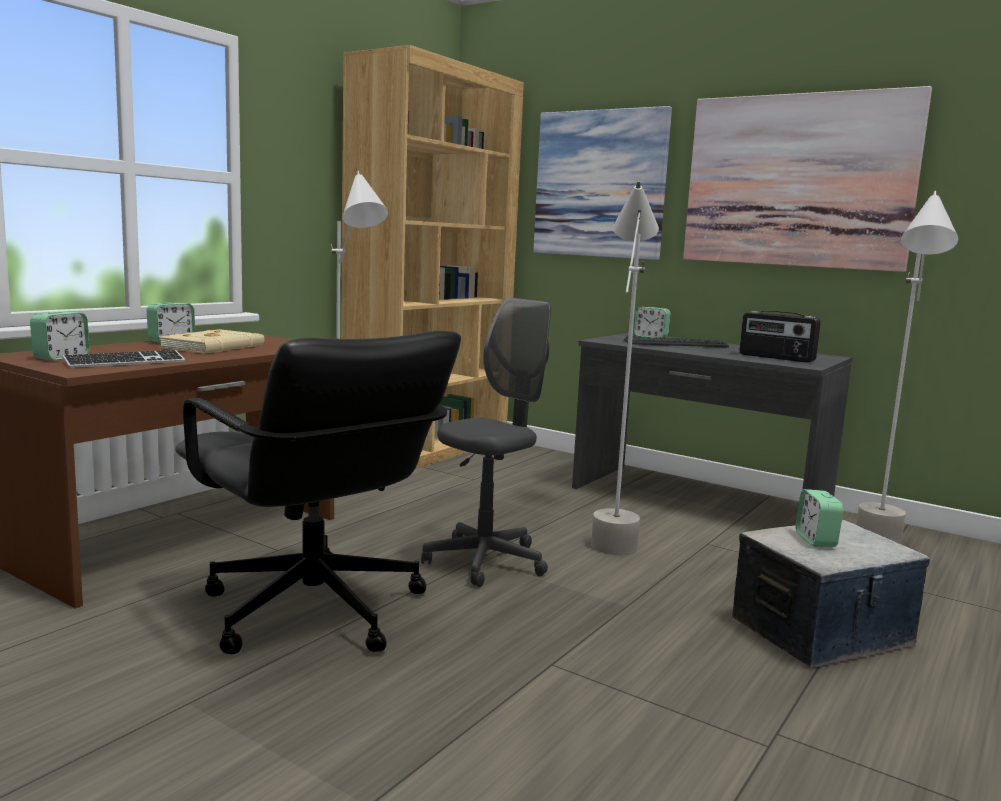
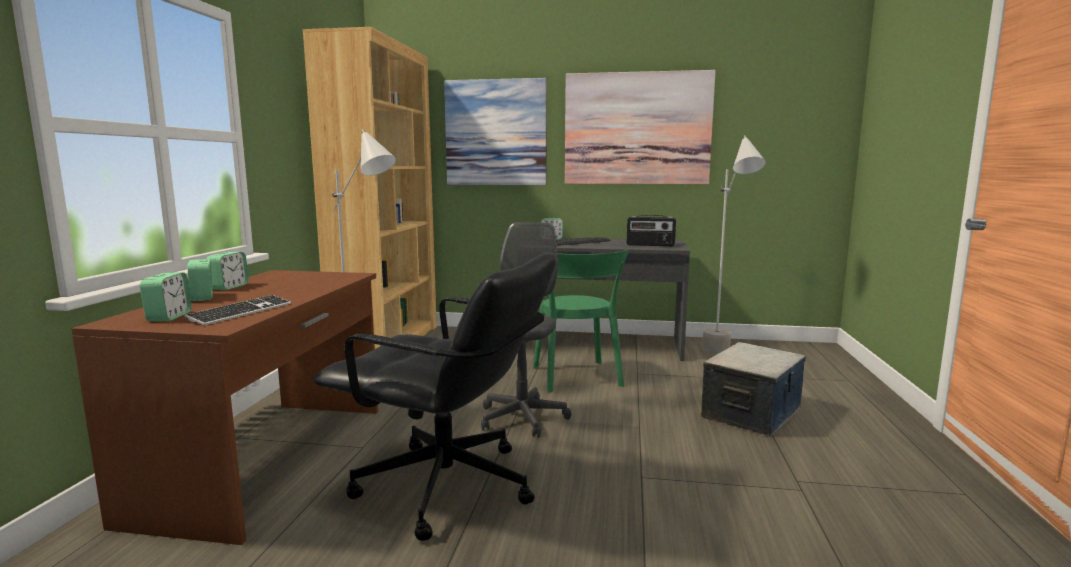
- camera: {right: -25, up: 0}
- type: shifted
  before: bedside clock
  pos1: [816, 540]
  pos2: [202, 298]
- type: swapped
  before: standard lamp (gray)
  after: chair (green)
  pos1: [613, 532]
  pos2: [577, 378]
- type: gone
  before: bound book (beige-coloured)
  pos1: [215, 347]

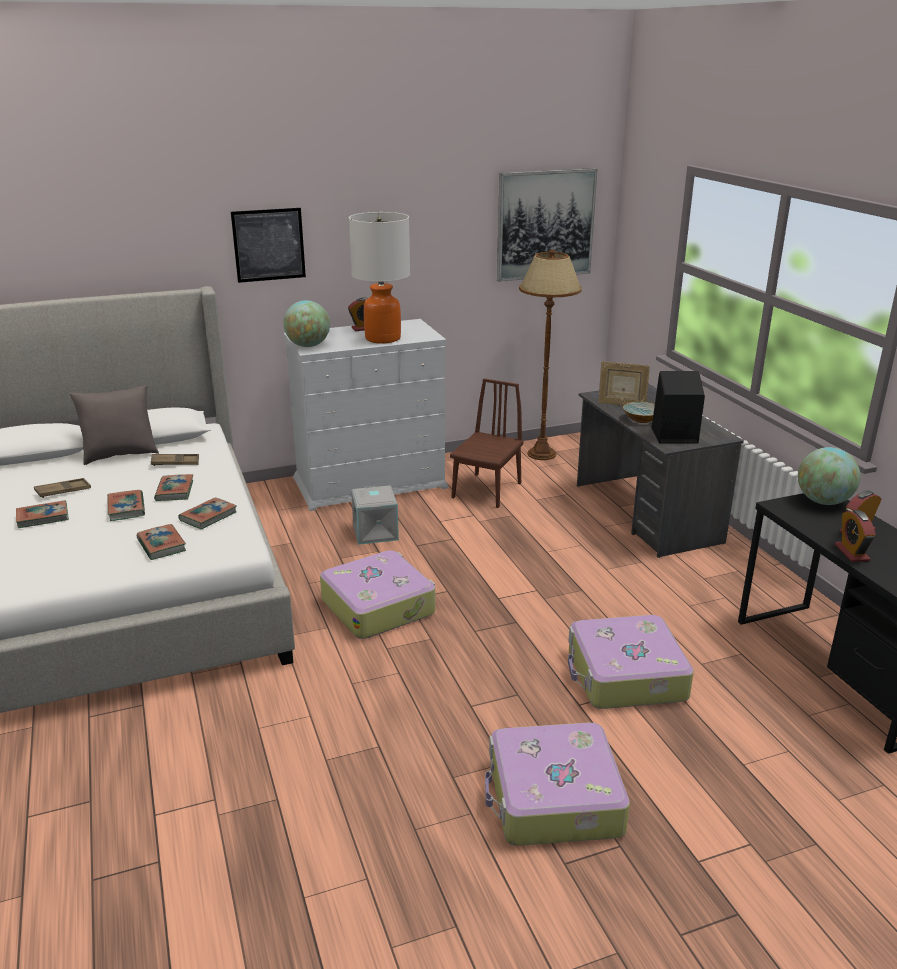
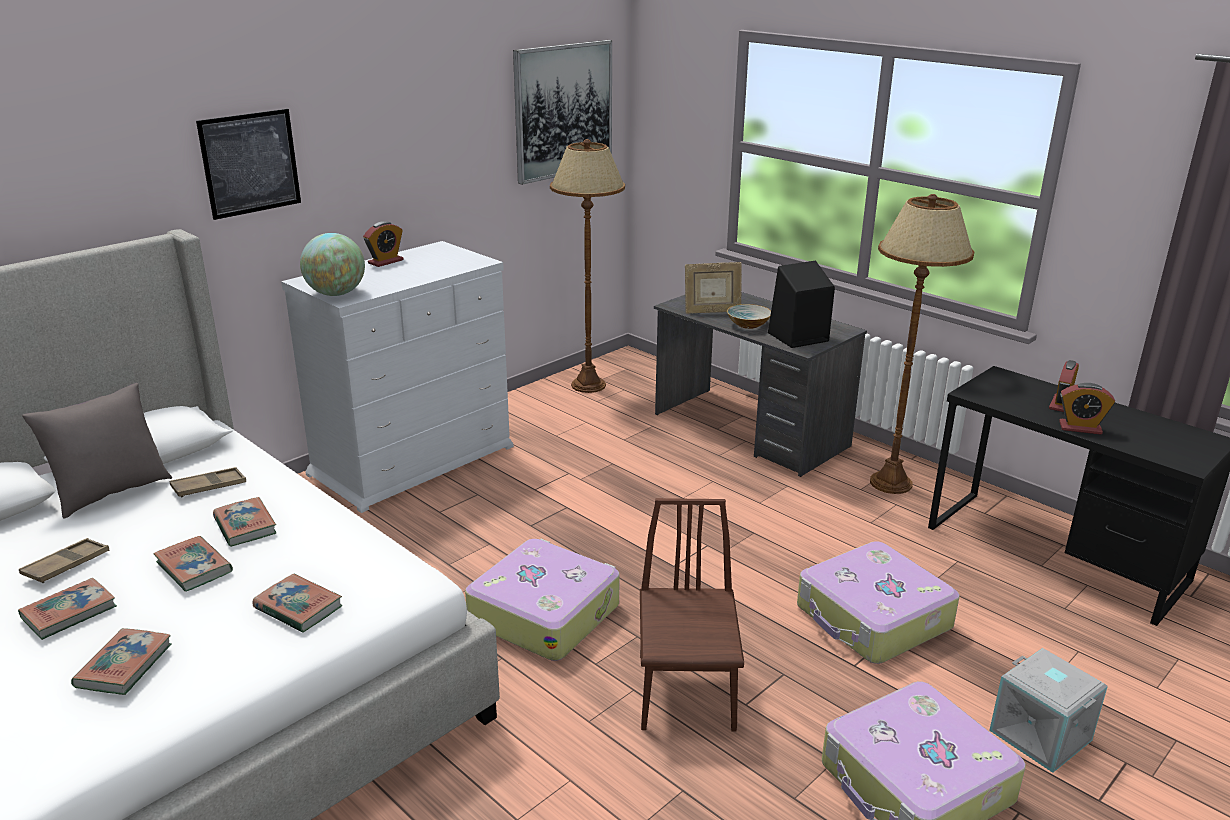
- camera: {right: -25, up: 0}
- type: shifted
  before: bound book
  pos1: [208, 516]
  pos2: [124, 666]
- type: shifted
  before: chair (brown)
  pos1: [486, 490]
  pos2: [686, 691]
- type: new
  after: standard lamp (brown)
  pos2: [891, 483]
- type: shifted
  before: storage box (gray)
  pos1: [376, 532]
  pos2: [1041, 735]
- type: rotated
  before: bedside clock
  pos1: [851, 553]
  pos2: [1080, 428]
  turn: -45
- type: gone
  before: tabletop lamp
  pos1: [383, 338]
- type: gone
  before: globe
  pos1: [823, 501]

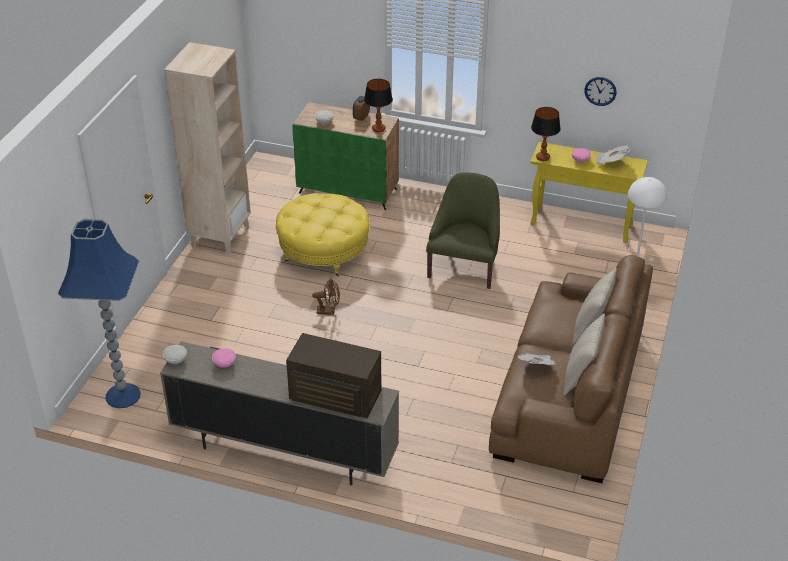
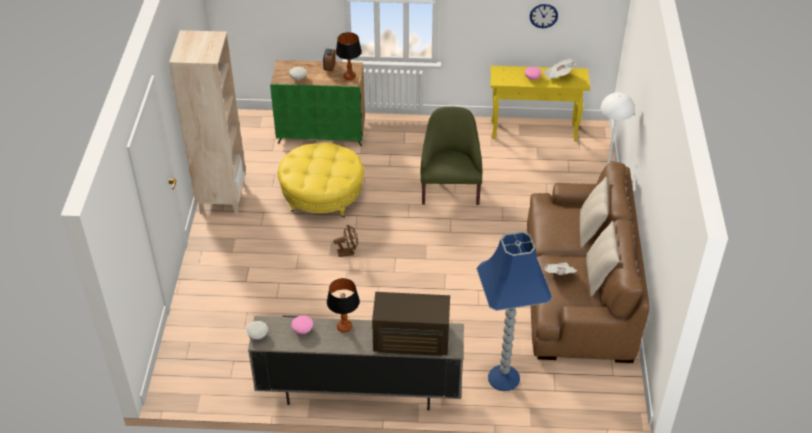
- camera: {right: -15, up: 5}
- type: shifted
  before: tabletop lamp
  pos1: [542, 157]
  pos2: [344, 327]
- type: shifted
  before: standard lamp (bluish)
  pos1: [122, 395]
  pos2: [503, 377]

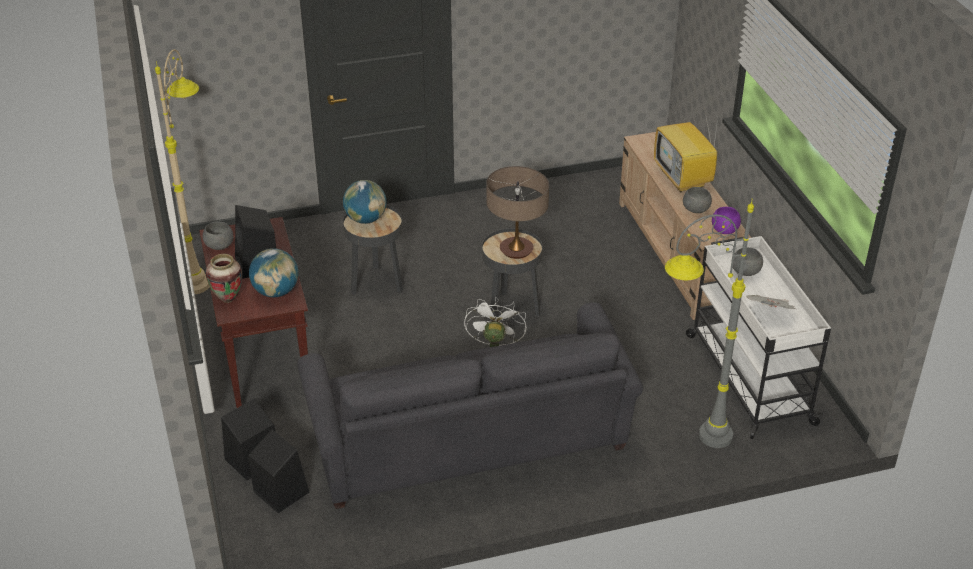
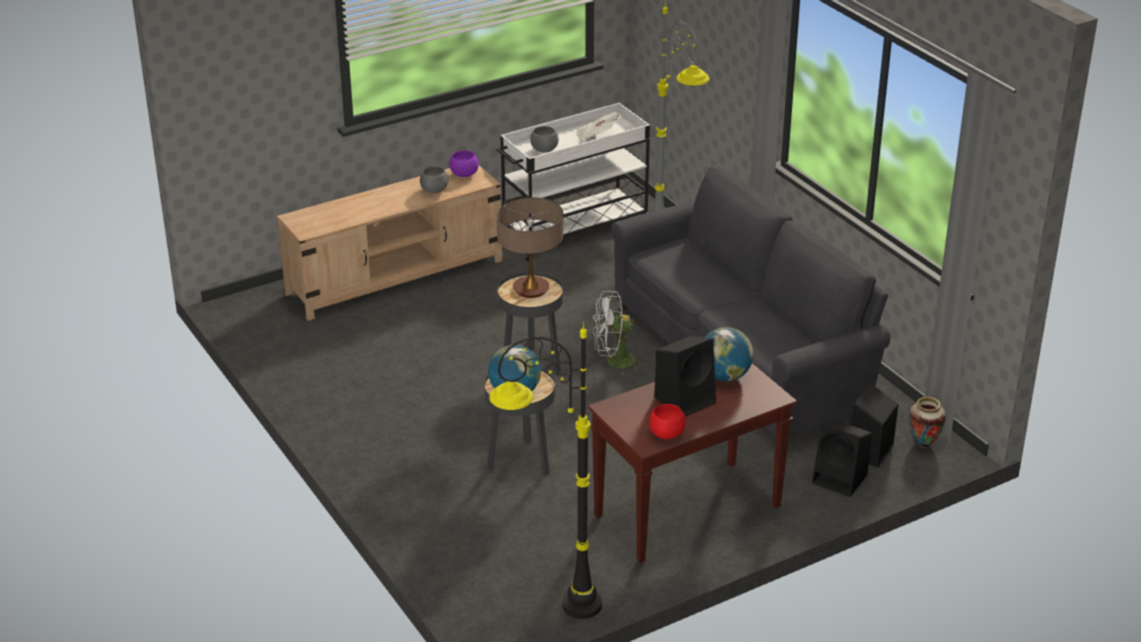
- camera: {right: -105, up: -5}
- type: repainted
  before: standard lamp (beige-coloured)
  after: standard lamp (black-coloured)
  pos1: [203, 269]
  pos2: [548, 608]
- type: repainted
  before: bowl (gray)
  after: bowl (red)
  pos1: [219, 246]
  pos2: [667, 434]
- type: shifted
  before: decorative vase
  pos1: [228, 299]
  pos2: [923, 444]
- type: gone
  before: TV set
  pos1: [684, 179]

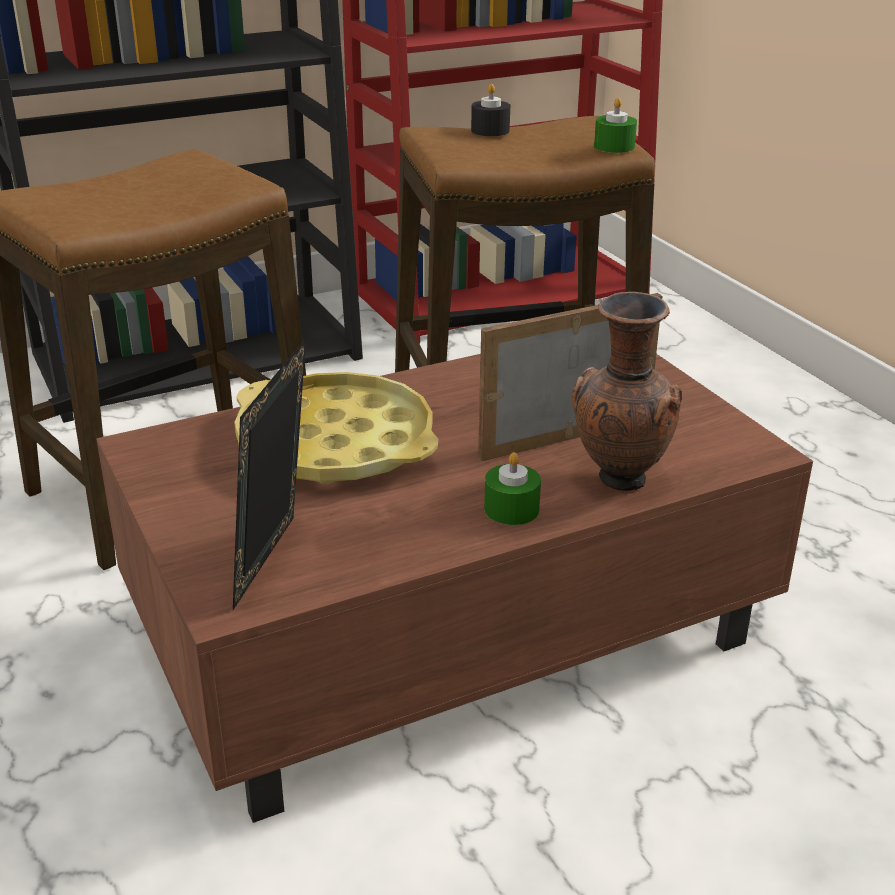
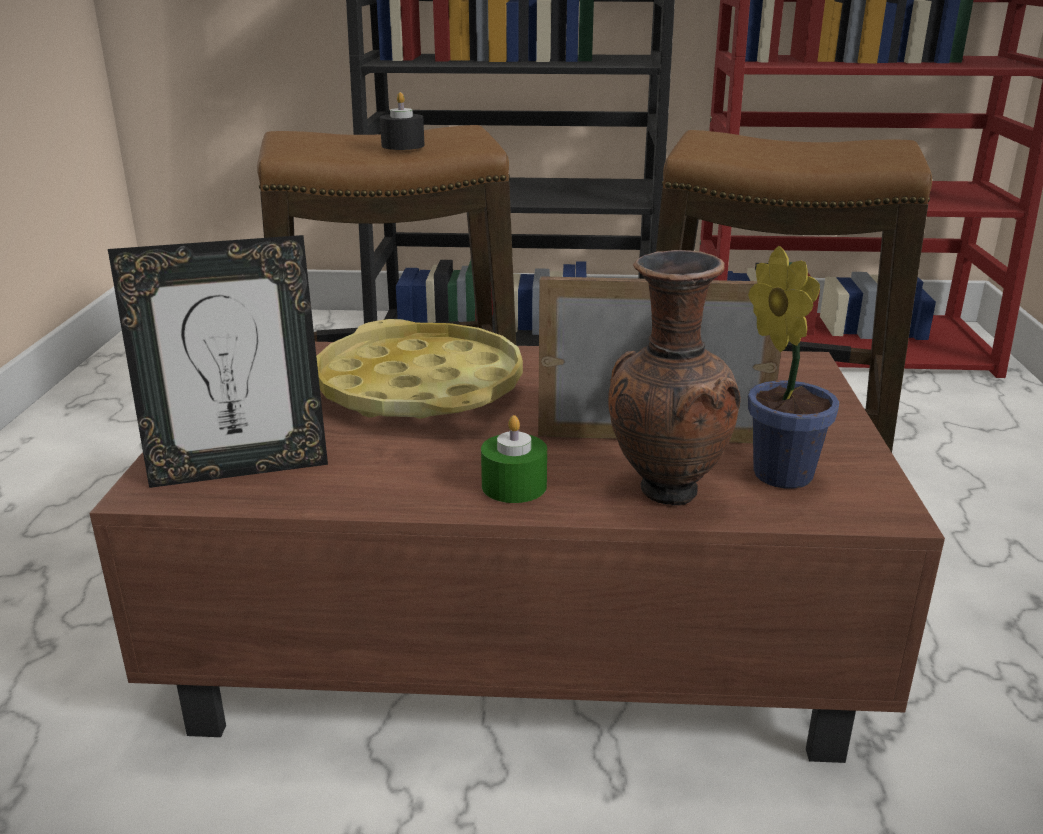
- camera: {right: 30, up: -5}
- type: rotated
  before: photo frame
  pos1: [277, 563]
  pos2: [240, 469]
  turn: -150
- type: shifted
  before: wax light (black-coloured)
  pos1: [490, 130]
  pos2: [403, 146]
- type: new
  after: potted plant
  pos2: [777, 471]
- type: gone
  before: wax light (green)
  pos1: [614, 146]

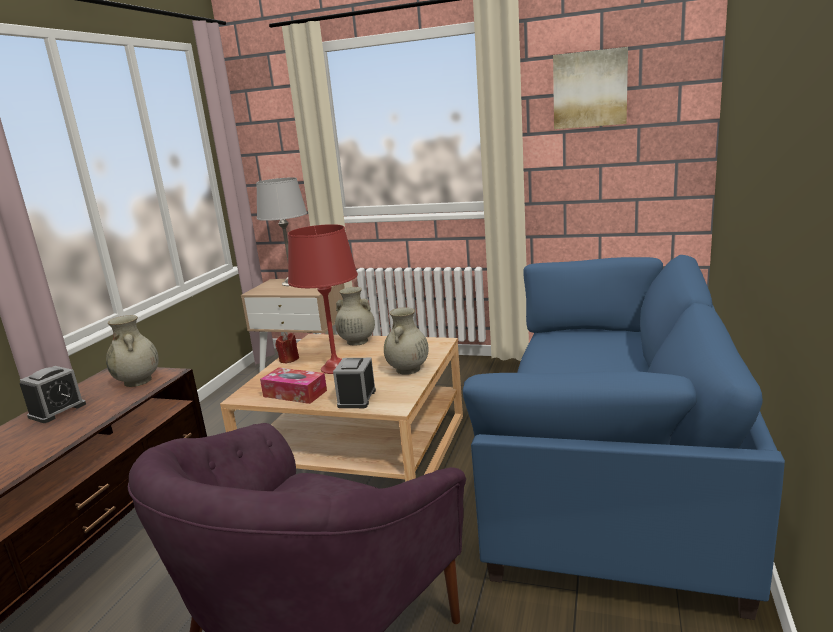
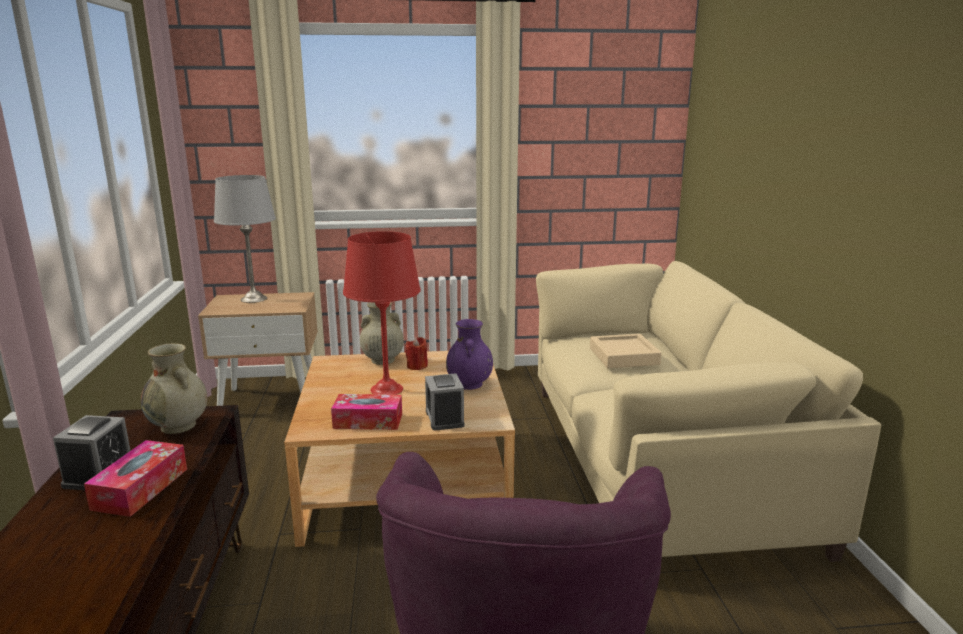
- camera: {right: -25, up: 0}
- type: new
  after: tissue box
  pos2: [140, 489]
- type: shifted
  before: wax light (red)
  pos1: [289, 359]
  pos2: [417, 366]
- type: repainted
  before: decorative vase (beige-coloured)
  after: decorative vase (purple-coloured)
  pos1: [408, 370]
  pos2: [469, 384]
- type: repainted
  before: sofa (bluish)
  after: sofa (beige-coloured)
  pos1: [612, 469]
  pos2: [657, 460]
- type: new
  after: serving tray (beige-coloured)
  pos2: [624, 356]
- type: gone
  before: wall art
  pos1: [590, 89]

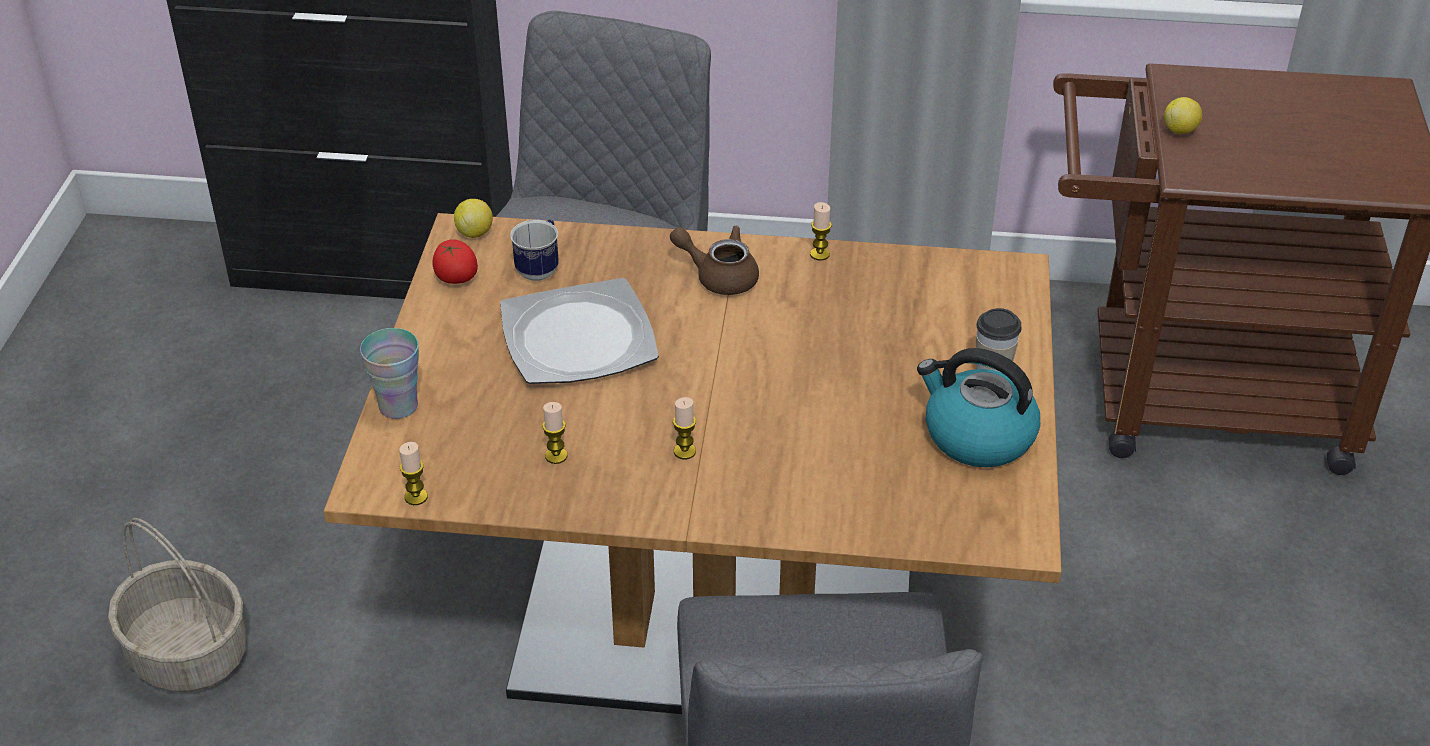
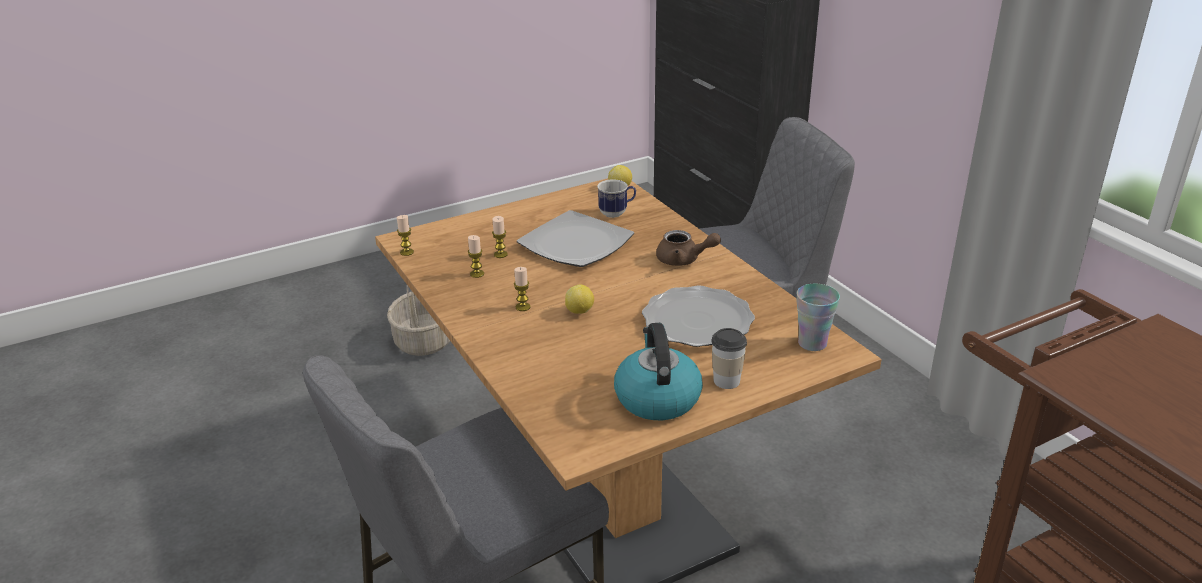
- camera: {right: 55, up: -10}
- type: shifted
  before: wax light
  pos1: [819, 254]
  pos2: [500, 254]
- type: shifted
  before: citrus fruit
  pos1: [1180, 130]
  pos2: [580, 312]
- type: new
  after: dinner plate
  pos2: [698, 321]
- type: rotated
  before: pot for tea (brown)
  pos1: [719, 276]
  pos2: [683, 260]
  turn: 120
- type: shifted
  before: cup
  pos1: [398, 406]
  pos2: [812, 343]
- type: gone
  before: whole tomato
  pos1: [456, 278]

